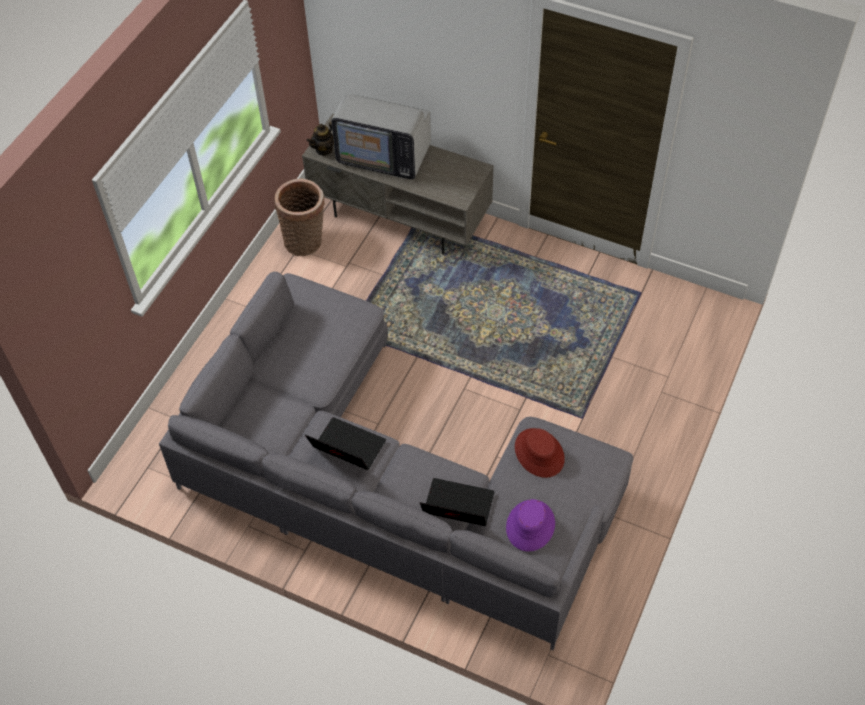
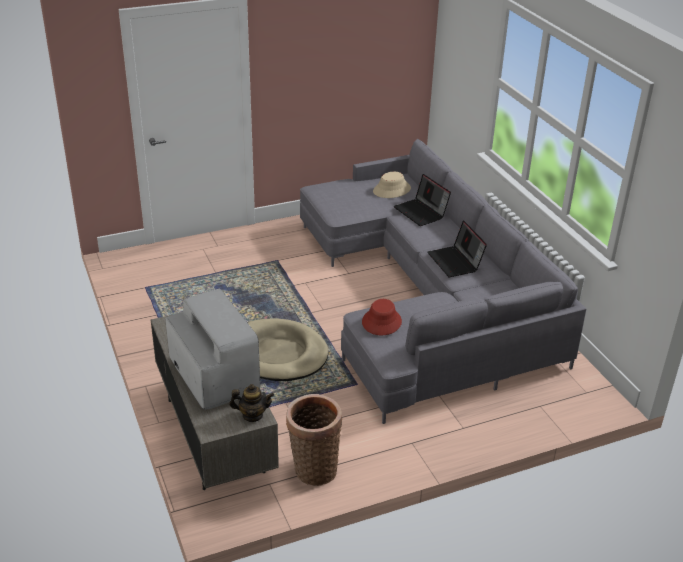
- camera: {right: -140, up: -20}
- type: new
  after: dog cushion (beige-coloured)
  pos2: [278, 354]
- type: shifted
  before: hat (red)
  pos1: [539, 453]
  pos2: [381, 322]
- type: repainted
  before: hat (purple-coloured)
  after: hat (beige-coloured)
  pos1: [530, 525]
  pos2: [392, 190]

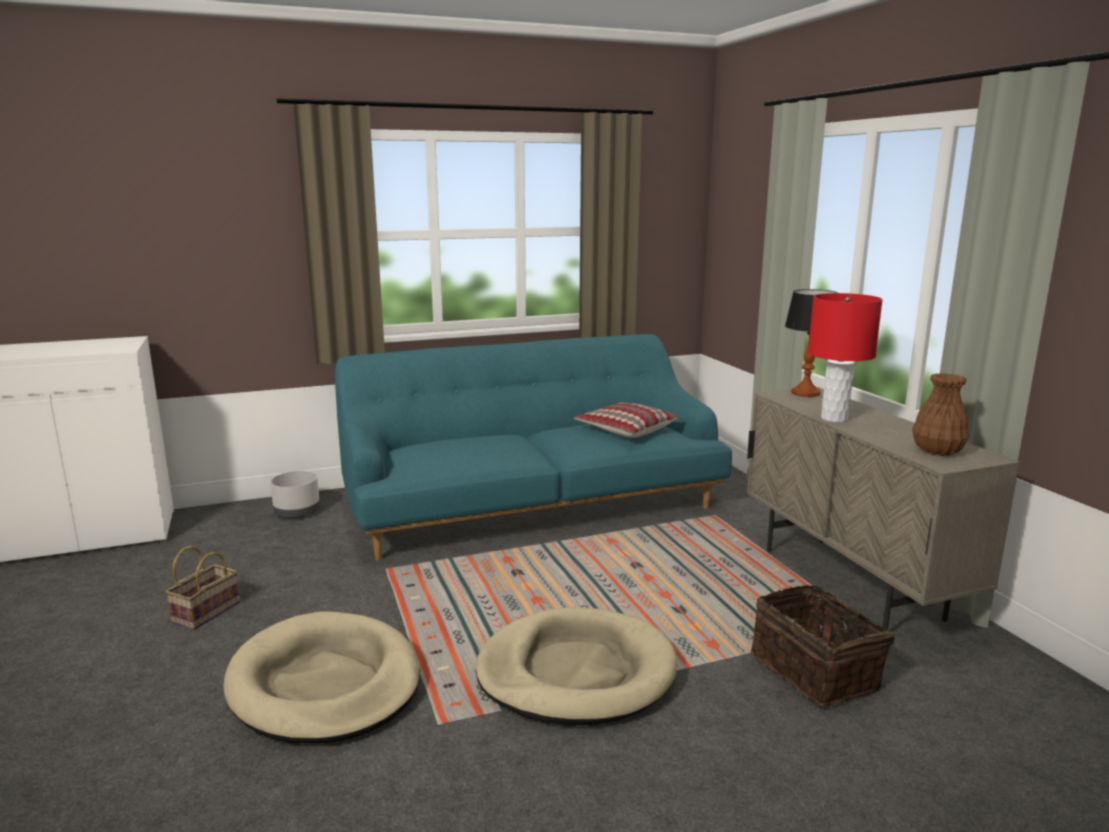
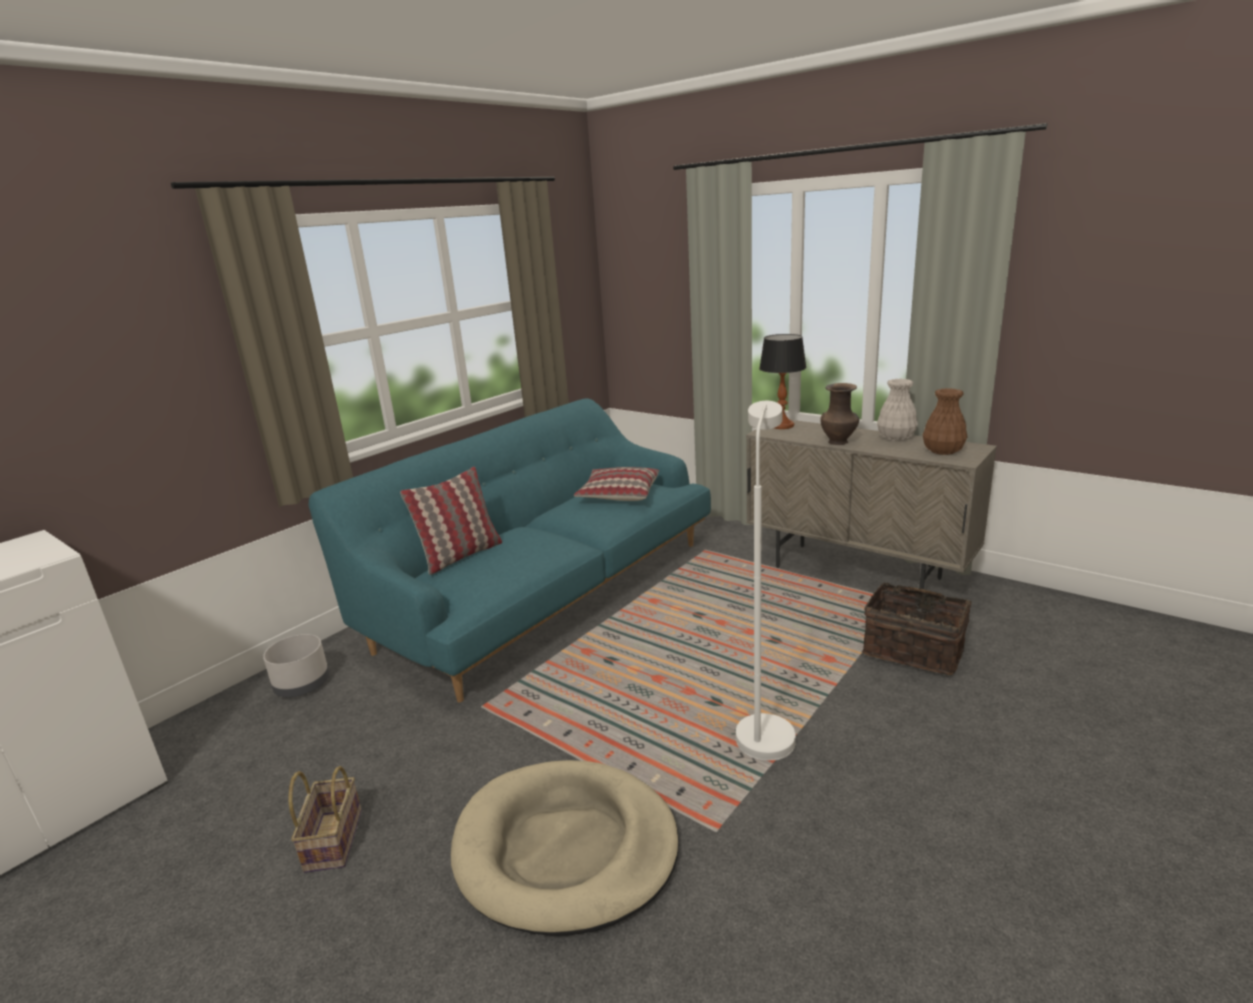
- camera: {right: -30, up: 5}
- type: new
  after: cushion
  pos2: [460, 555]
- type: swapped
  before: dog cushion (beige-coloured)
  after: standard lamp (white-coloured)
  pos1: [576, 672]
  pos2: [764, 728]
- type: swapped
  before: tabletop lamp (red)
  after: decorative vase (brown)
  pos1: [835, 418]
  pos2: [839, 442]
- type: new
  after: decorative vase (white-coloured)
  pos2: [896, 437]

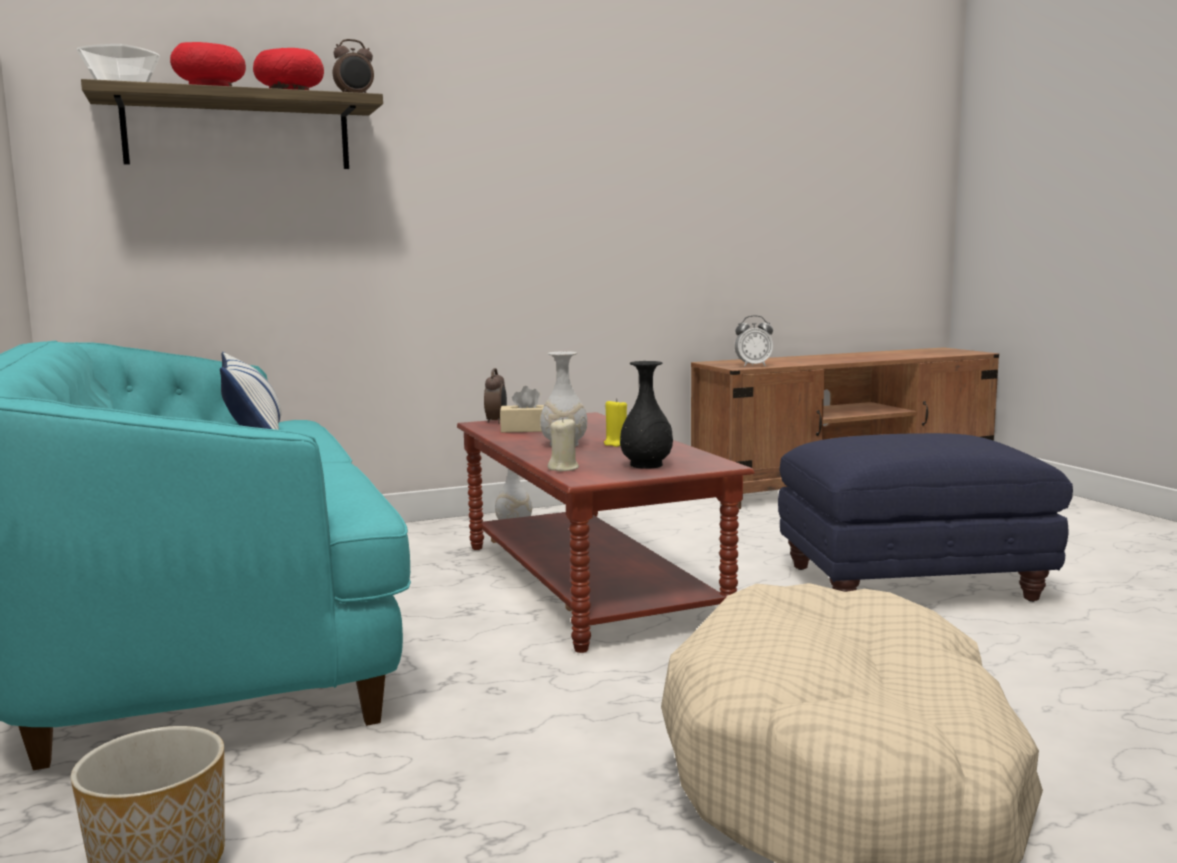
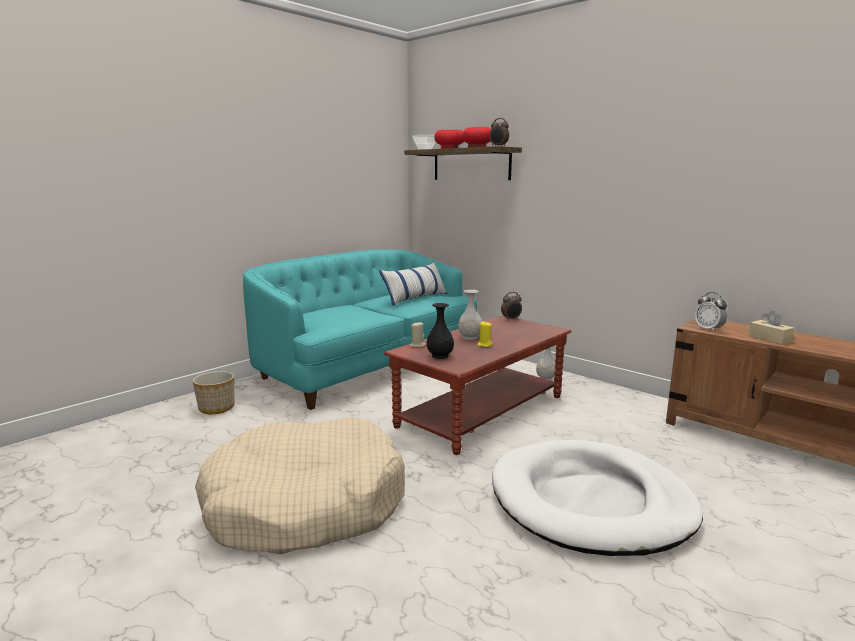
- camera: {right: 65, up: 5}
- type: swapped
  before: ottoman (bluish)
  after: dog cushion (white-coloured)
  pos1: [913, 583]
  pos2: [591, 502]
- type: shifted
  before: tissue box (beige-coloured)
  pos1: [527, 429]
  pos2: [769, 338]

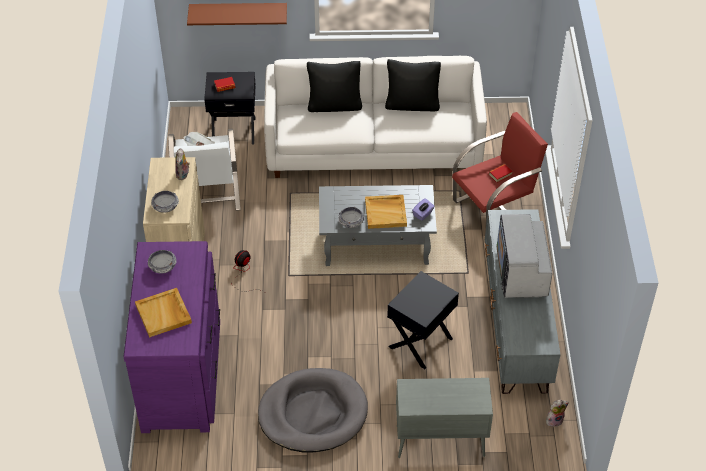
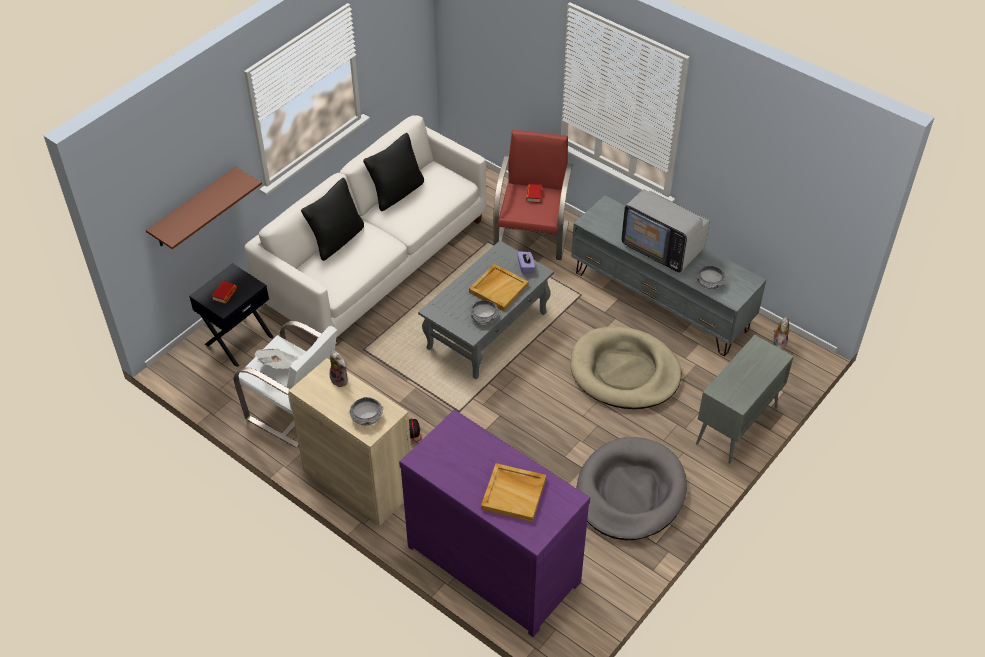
- camera: {right: -50, up: 0}
- type: swapped
  before: accent table (black-coloured)
  after: dog cushion (beige-coloured)
  pos1: [421, 343]
  pos2: [624, 372]
- type: shifted
  before: bowl
  pos1: [162, 266]
  pos2: [709, 282]

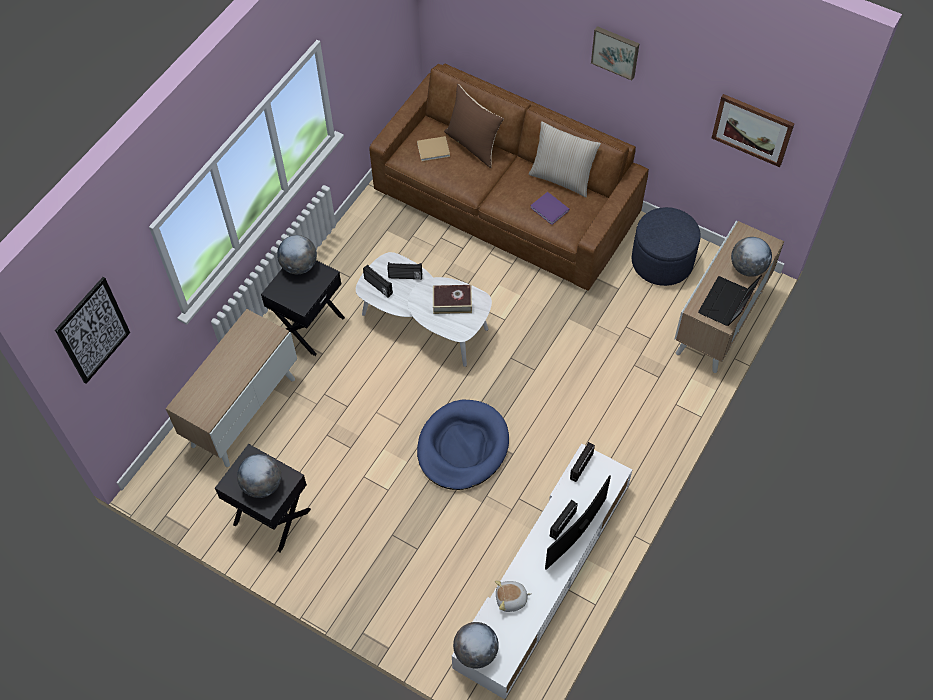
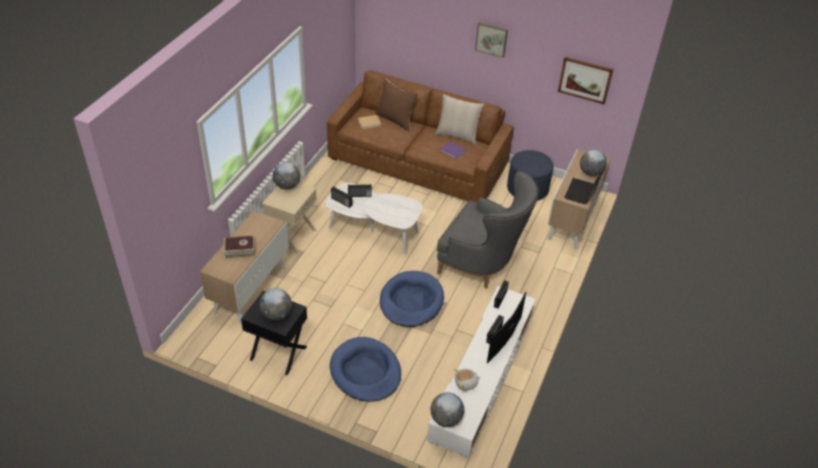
- camera: {right: -10, up: -15}
- type: shifted
  before: bound book
  pos1: [452, 302]
  pos2: [240, 250]
- type: repainted
  before: night table (black-coloured)
  after: night table (beige-coloured)
  pos1: [309, 325]
  pos2: [292, 236]
- type: new
  after: dog cushion (bluish)
  pos2: [365, 372]
- type: new
  after: easy chair (gray)
  pos2: [482, 265]
- type: gone
  before: wall art
  pos1: [93, 330]

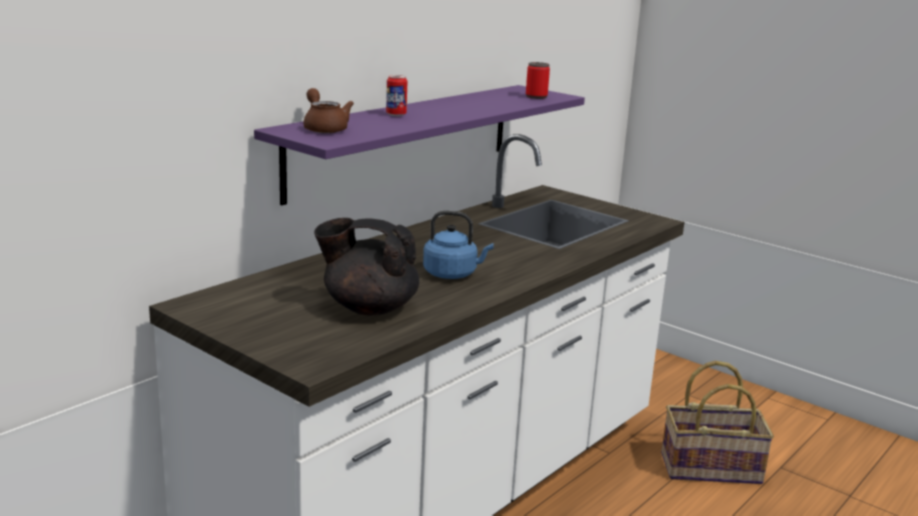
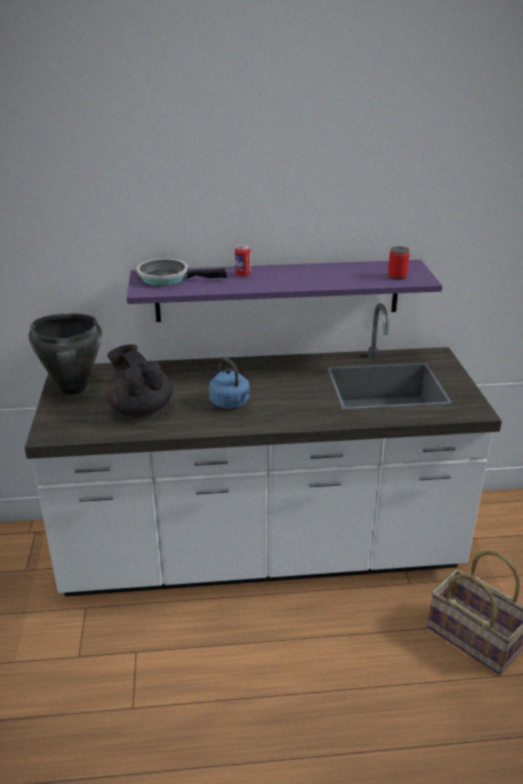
- camera: {right: 45, up: 10}
- type: new
  after: cooking pot (black-coloured)
  pos2: [72, 388]
- type: swapped
  before: pot for tea (brown)
  after: frying pan
  pos1: [324, 128]
  pos2: [168, 278]

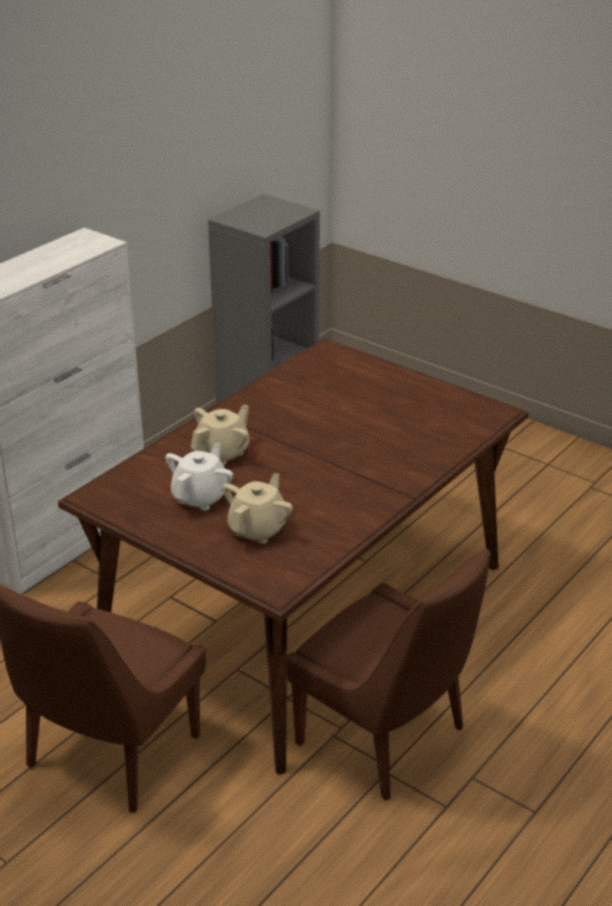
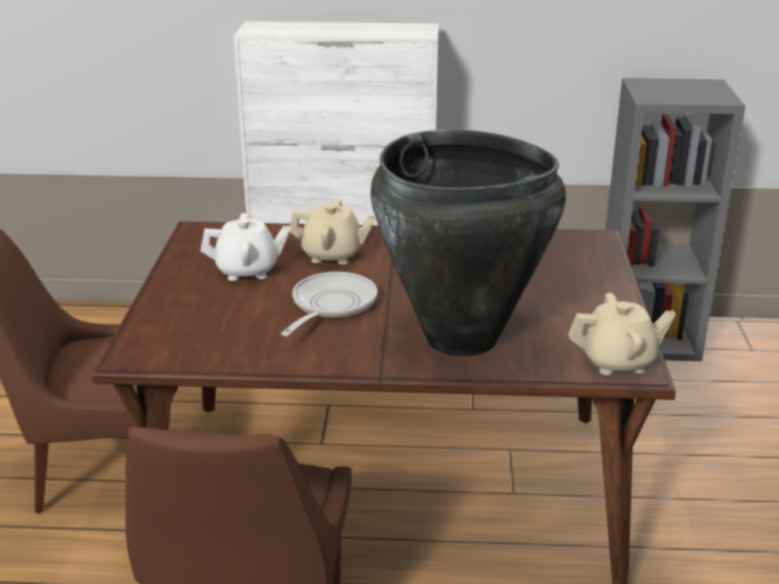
- camera: {right: 55, up: -5}
- type: new
  after: frying pan
  pos2: [330, 306]
- type: new
  after: decorative vase (black-coloured)
  pos2: [460, 338]
- type: shifted
  before: pot for tea (beige-coloured)
  pos1: [258, 529]
  pos2: [617, 362]

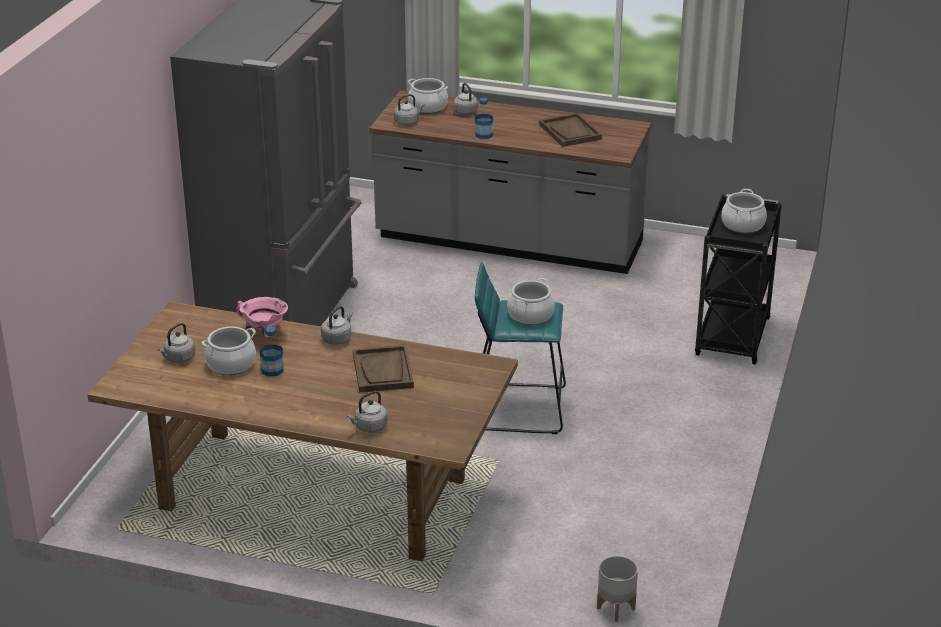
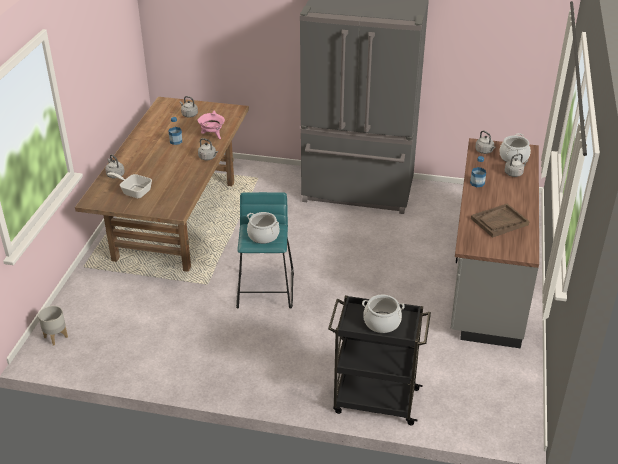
- camera: {right: 85, up: 5}
- type: new
  after: frying pan
  pos2: [134, 191]
- type: gone
  before: cooking pot
  pos1: [231, 364]
- type: gone
  before: serving tray (brown)
  pos1: [383, 371]

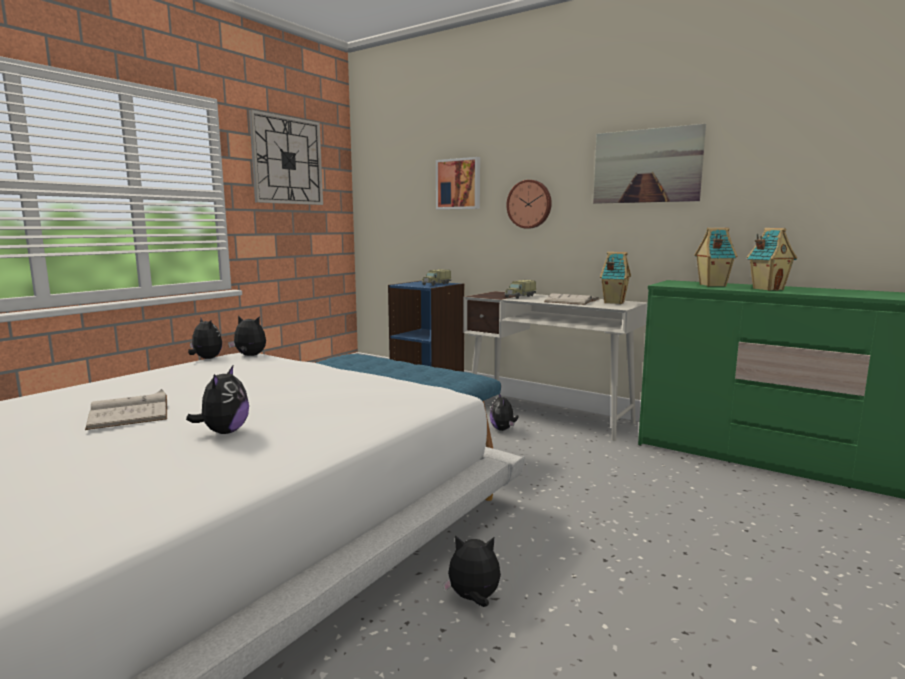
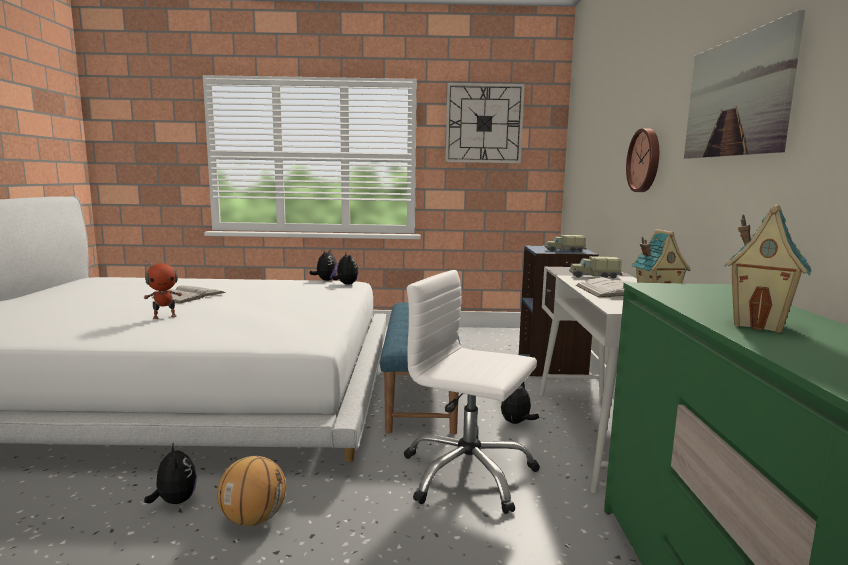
- camera: {right: 55, up: 0}
- type: swapped
  before: plush toy
  after: model robot
  pos1: [224, 432]
  pos2: [164, 317]
- type: new
  after: basketball ball
  pos2: [254, 519]
- type: new
  after: office chair (white-coloured)
  pos2: [467, 474]
- type: gone
  before: wall art
  pos1: [459, 184]
- type: gone
  before: model house
  pos1: [711, 285]

